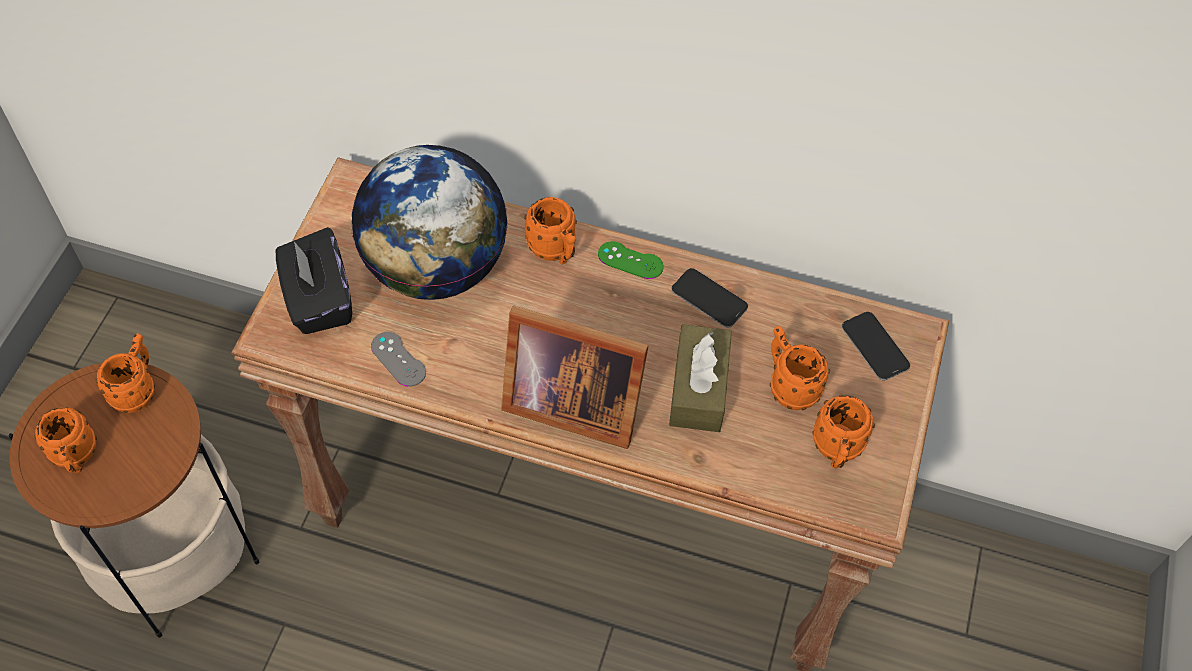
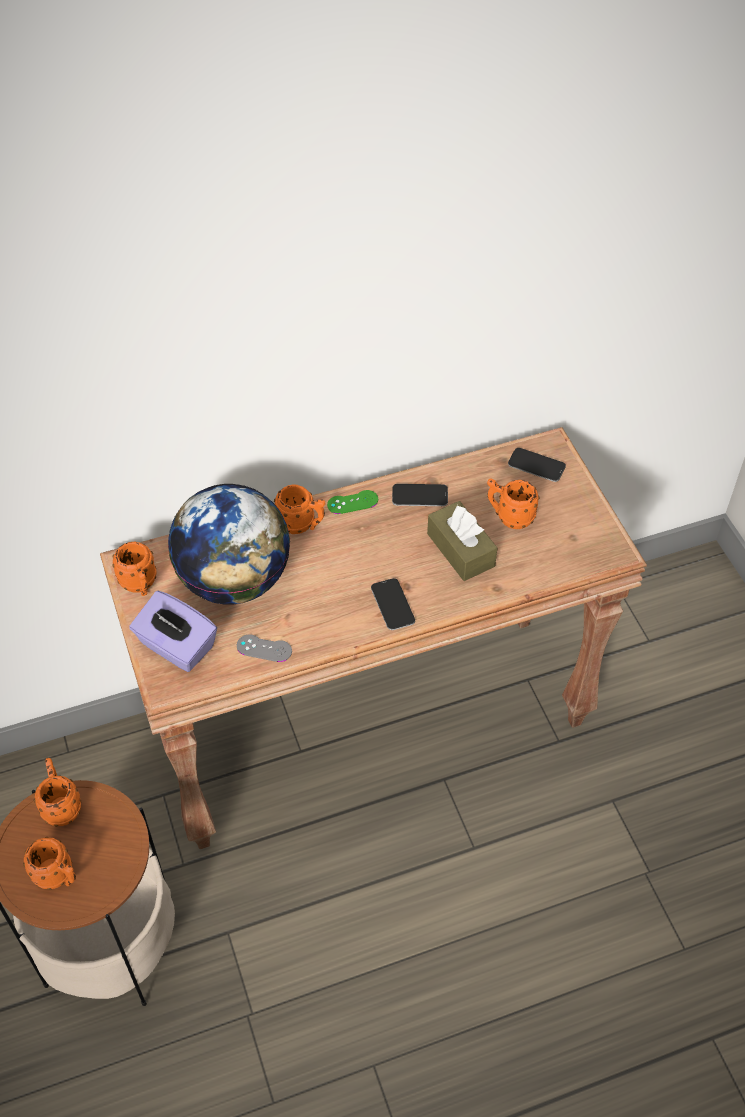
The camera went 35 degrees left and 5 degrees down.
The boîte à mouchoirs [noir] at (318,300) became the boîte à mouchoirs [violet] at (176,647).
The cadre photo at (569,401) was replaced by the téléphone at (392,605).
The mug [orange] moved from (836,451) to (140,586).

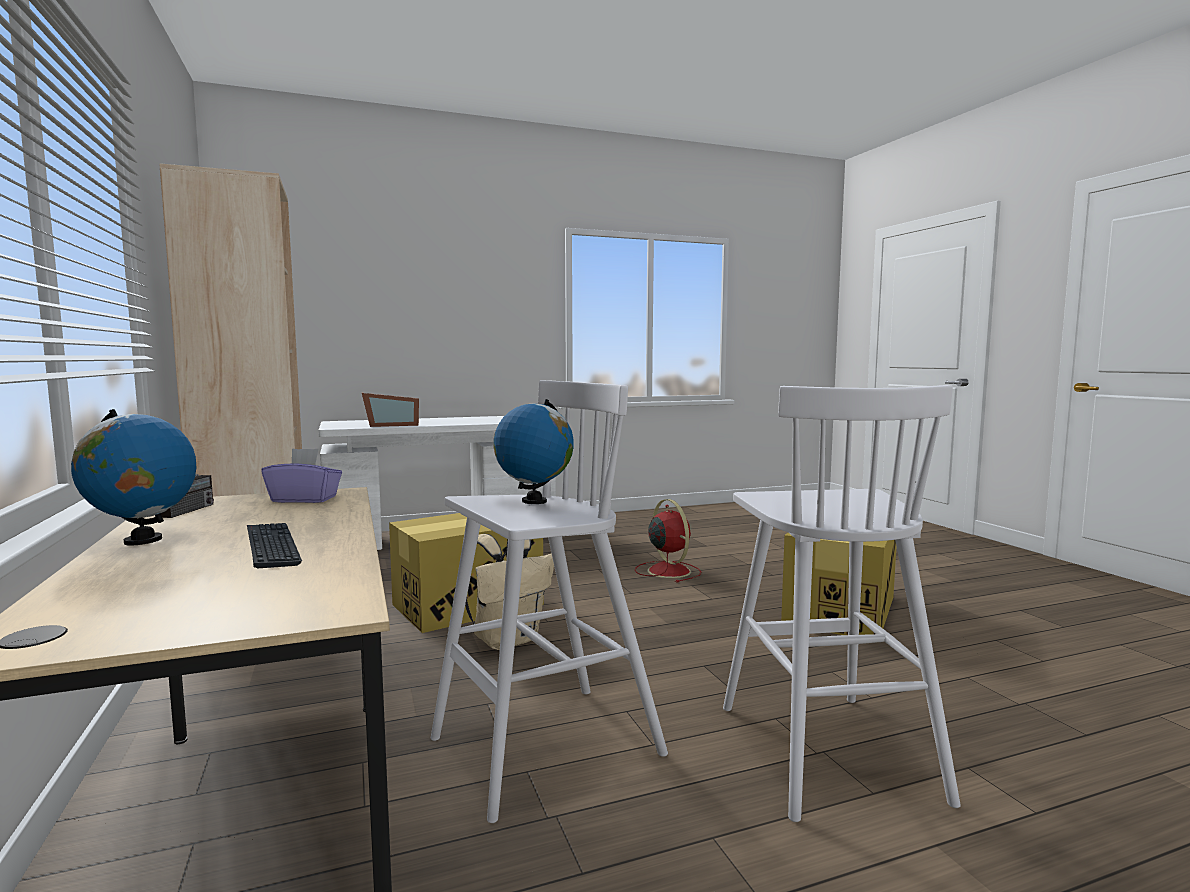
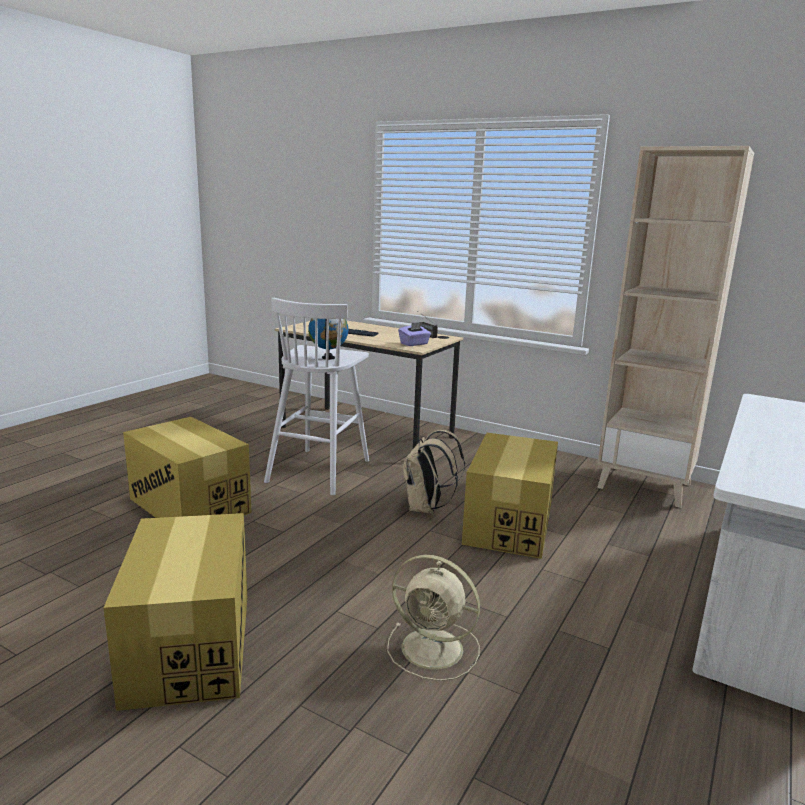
The camera went 140 degrees right and 10 degrees up.
The tabouret [blanc] at (824,749) was replaced by the carton at (189,505).
The cadre photo at (391,425) disappeared.
The globe at (142,541) disappeared.
The ventilateur [rouge] at (668,570) became the ventilateur [beige] at (435,649).

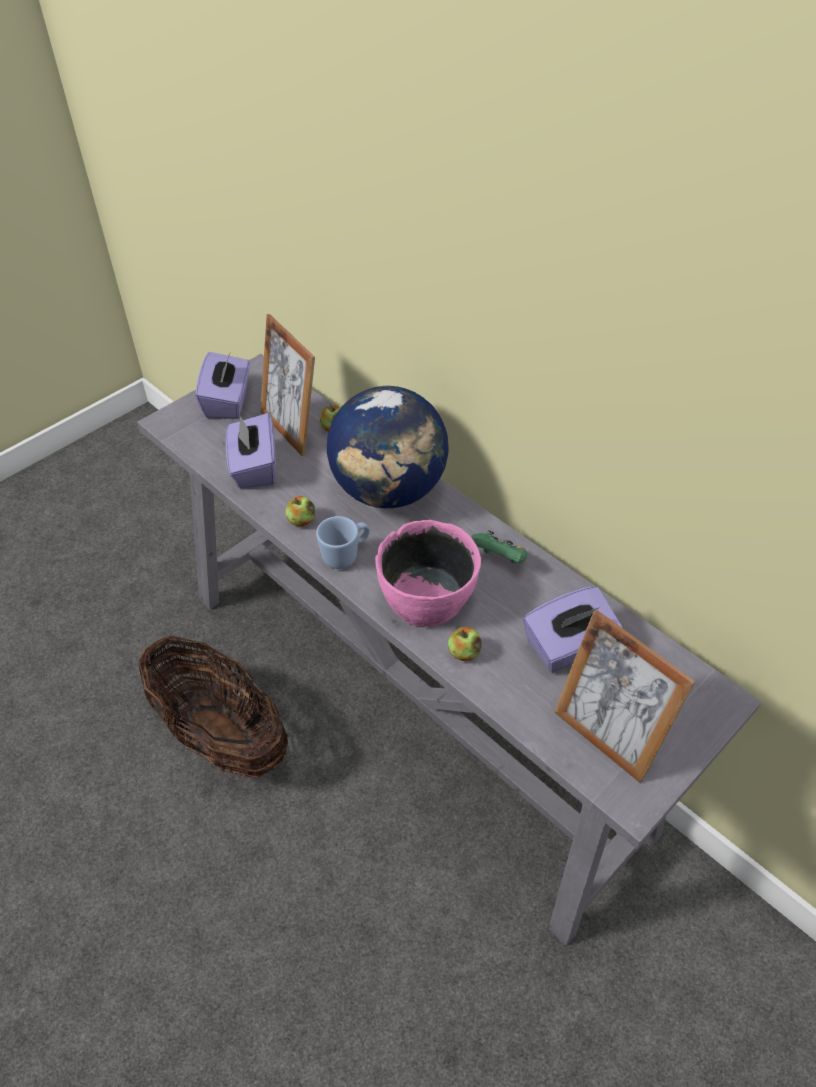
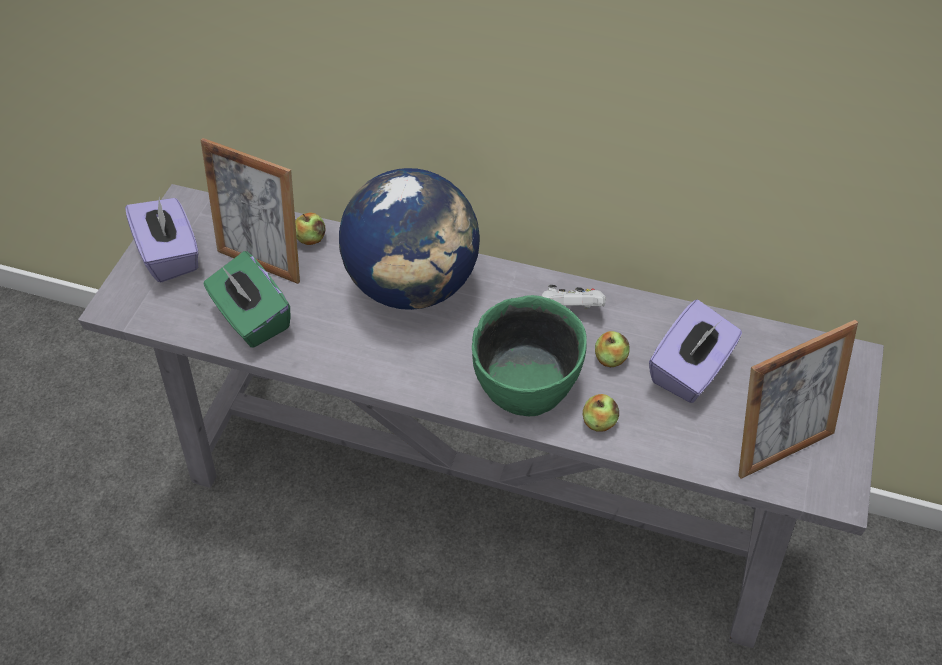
The camera went 25 degrees left and 5 degrees up.
The boîte à mouchoirs [violet] at (254,467) became the boîte à mouchoirs [vert] at (253,318).
The pomme moved from (301,520) to (610,358).
The mug [bleu] at (345,555) disappeared.
The bol [rose] at (428,598) became the bol [vert] at (528,381).
The manette [vert] at (499,558) became the manette [blanc] at (571,309).
The cadre photo at (605,736) turned 45 degrees counterclockwise.
The panier at (221,735) disappeared.

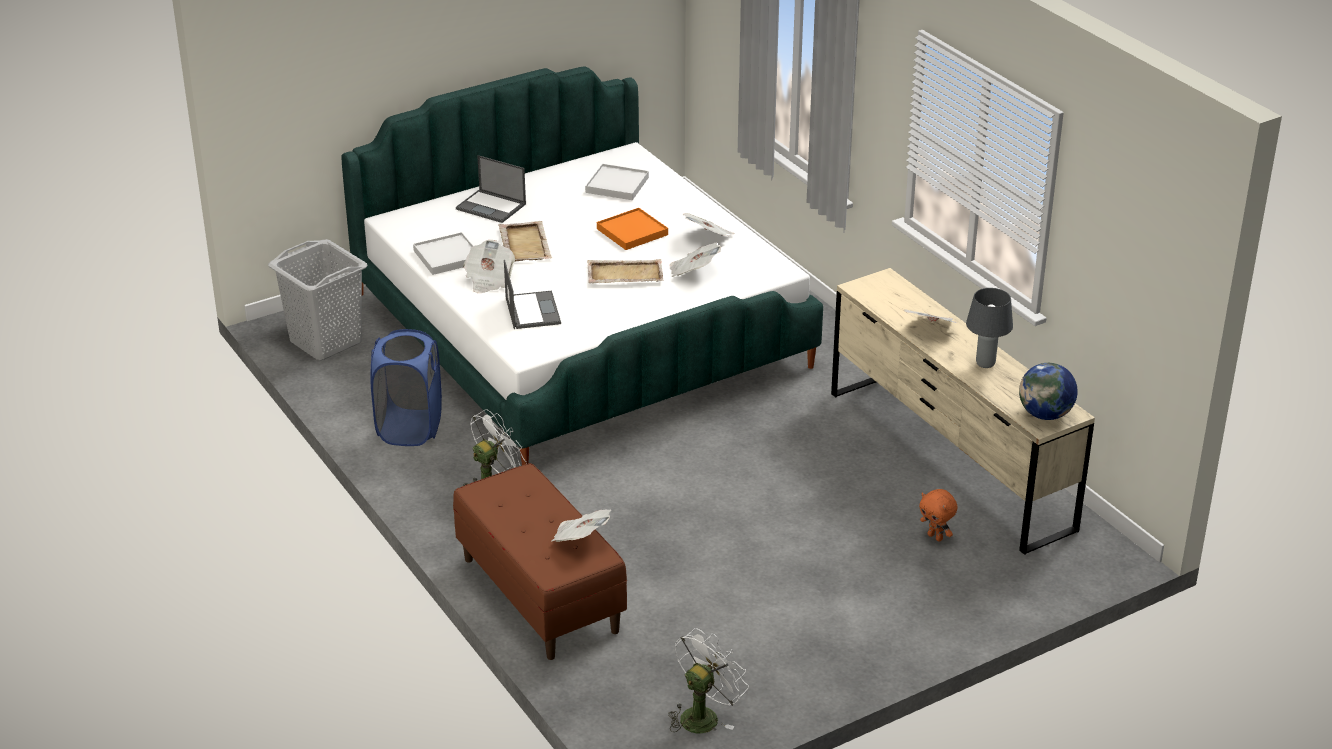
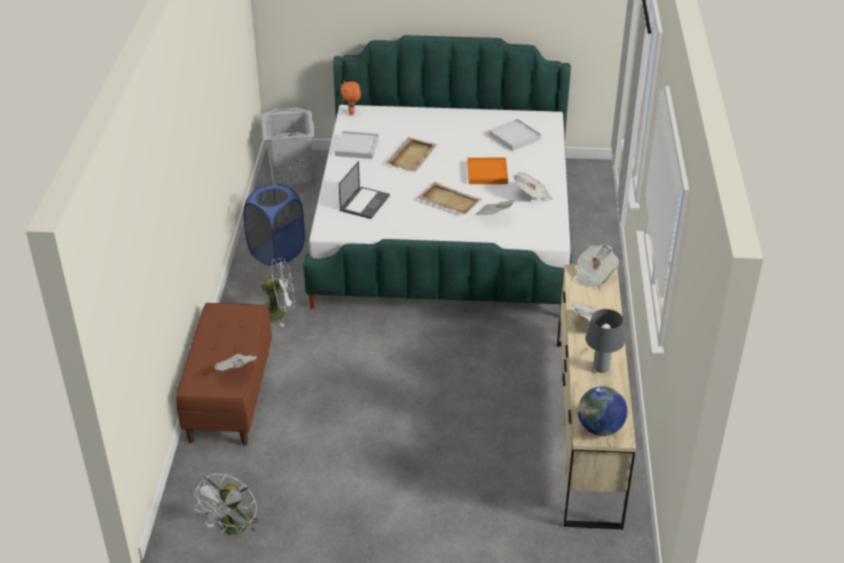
The camera went 35 degrees right and 5 degrees up.
The ordinateur portable at (492,207) disappeared.
The journal moved from (489,280) to (593,276).
The peluche [orange] moved from (935,537) to (351,113).
The ventilateur [blanc] at (703,715) turned 120 degrees clockwise.

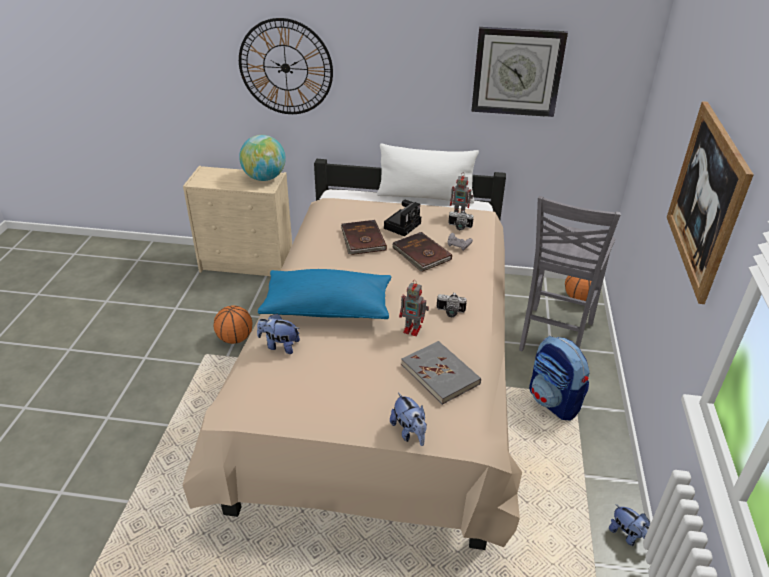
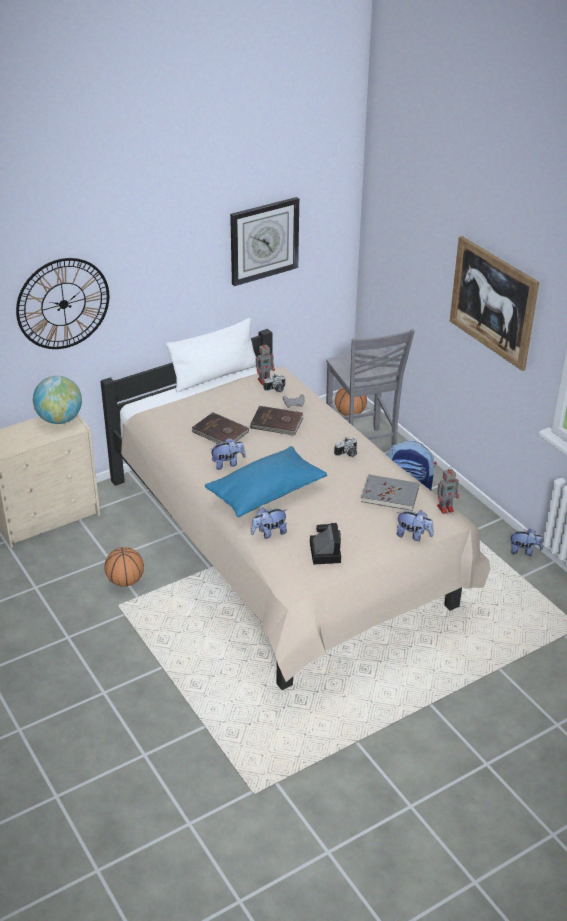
The camera went 40 degrees left and 0 degrees up.
The appareil photo moved from (403,225) to (324,551).
The robot jouet moved from (413,329) to (446,508).
The peluche at (227,463) appeared.

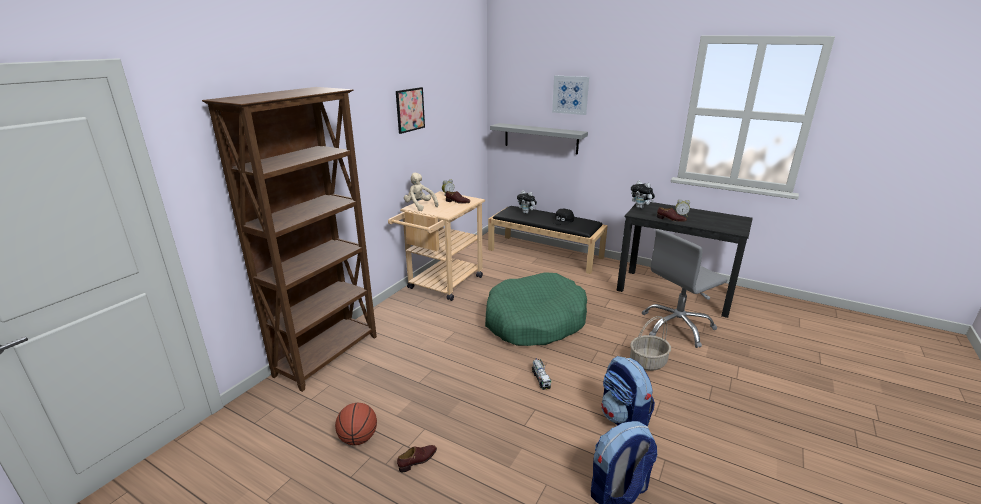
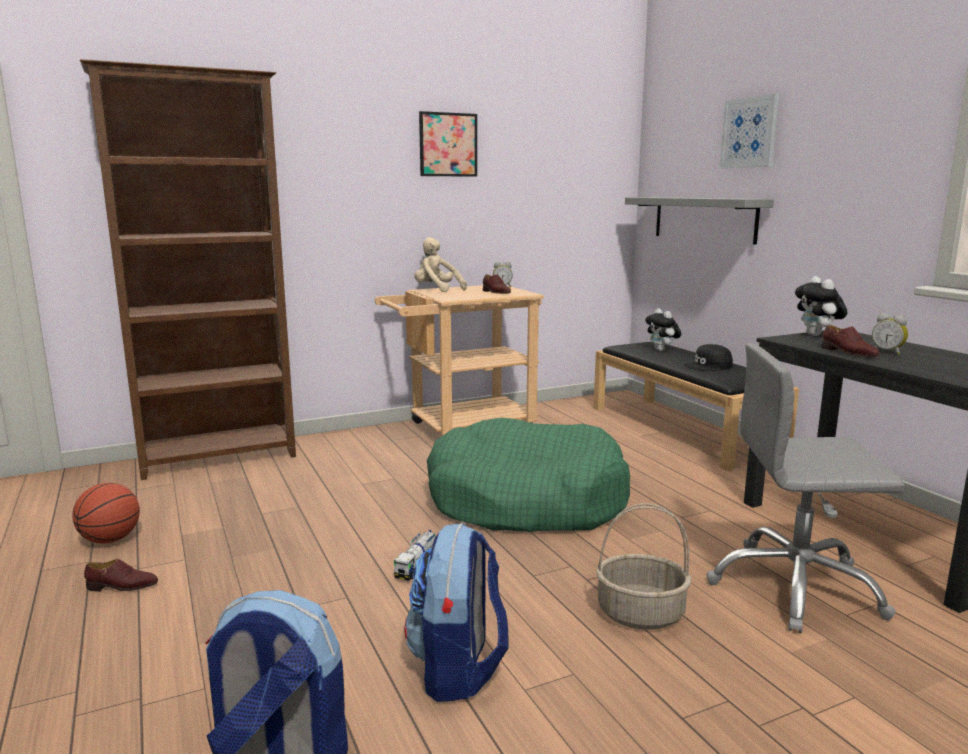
The camera went 35 degrees right and 10 degrees down.
The peluche [beige] at (420,206) turned 45 degrees counterclockwise.

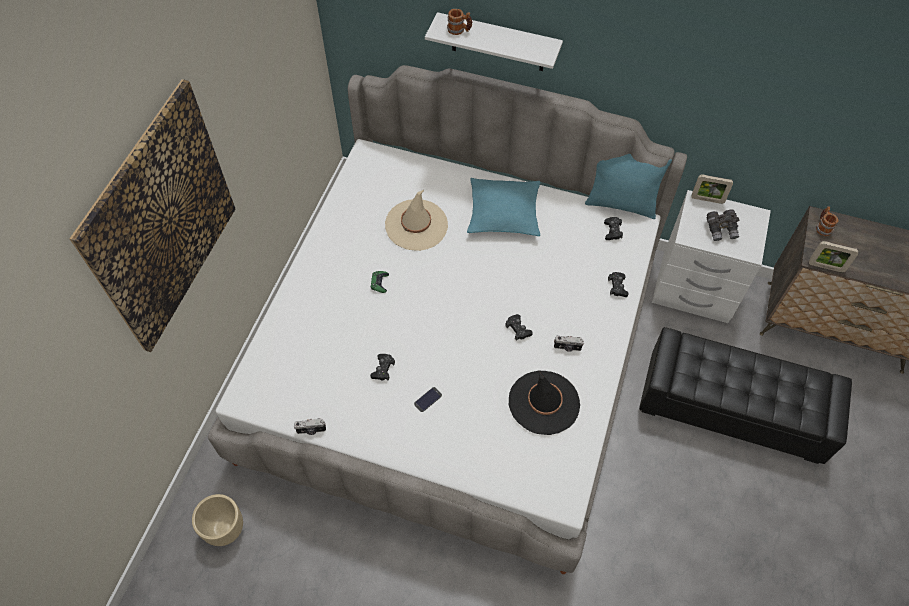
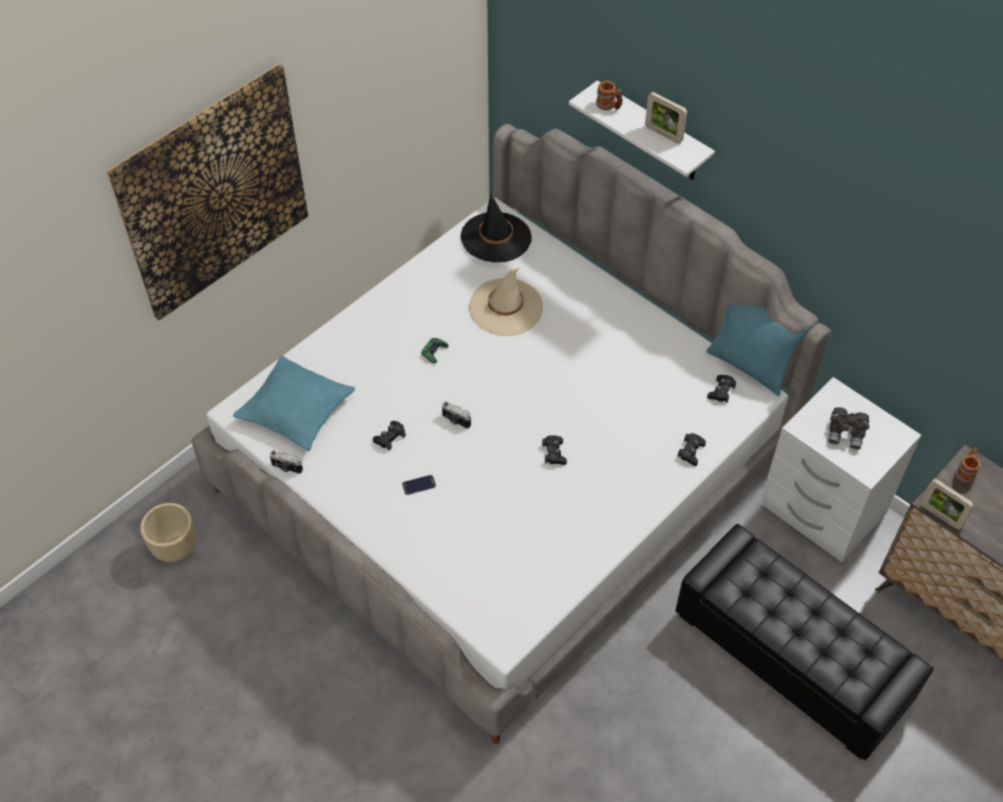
The camera went 25 degrees right and 5 degrees down.
The cadre photo moved from (707,199) to (663,134).
The coussin [turquoise] moved from (503,213) to (296,410).
The appareil photo moved from (567,348) to (456,421).
The chapeau [noir] moved from (544,402) to (496,237).

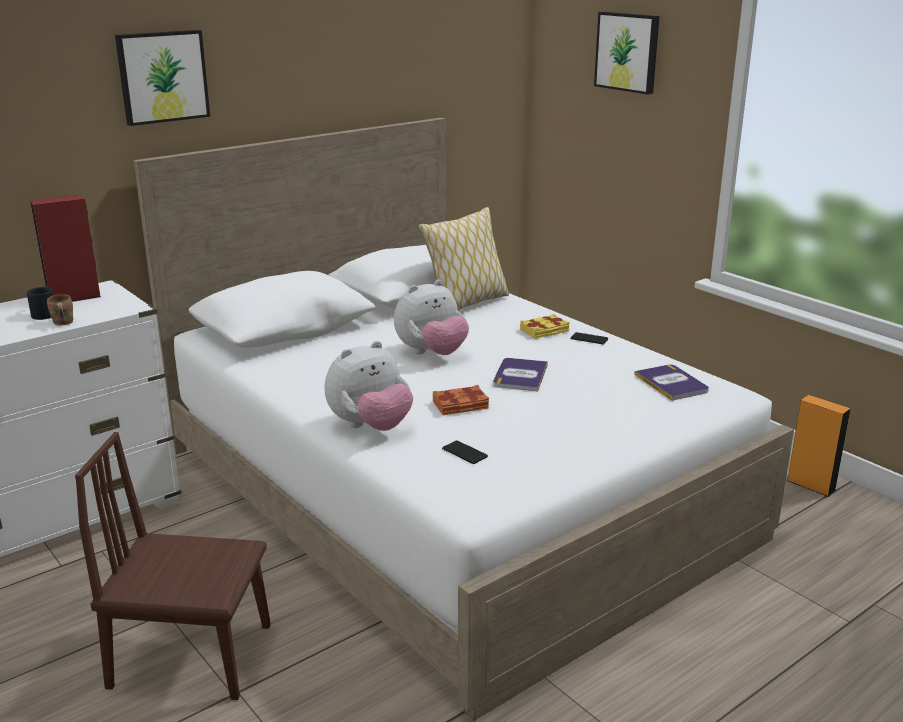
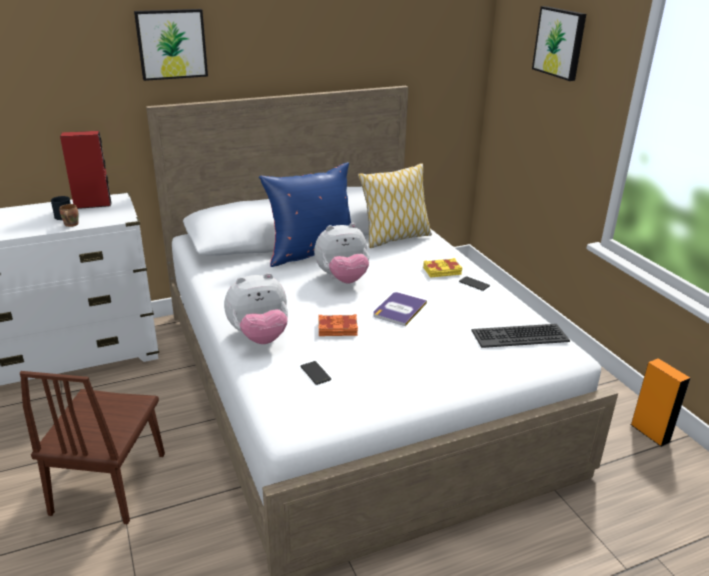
The camera went 15 degrees right and 5 degrees up.
The livre at (671,383) was replaced by the clavier at (519,336).
The chaise [marron] at (191,655) turned 105 degrees counterclockwise.
The coussin [bleu] at (312,252) appeared.

